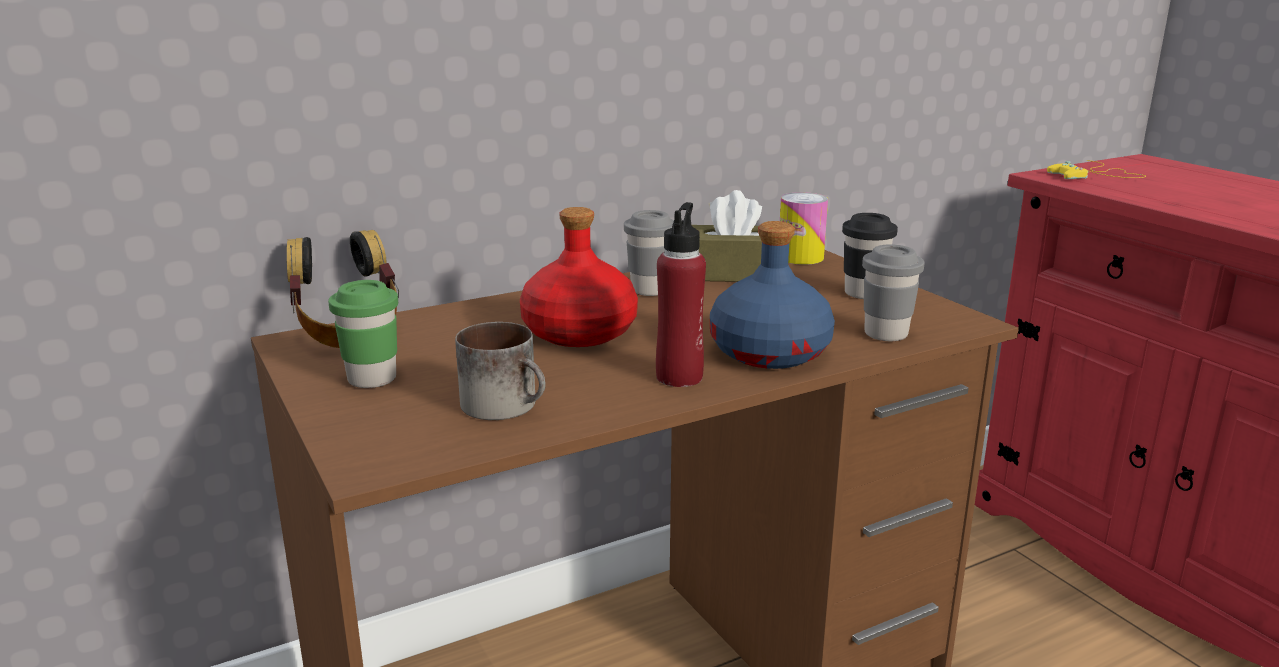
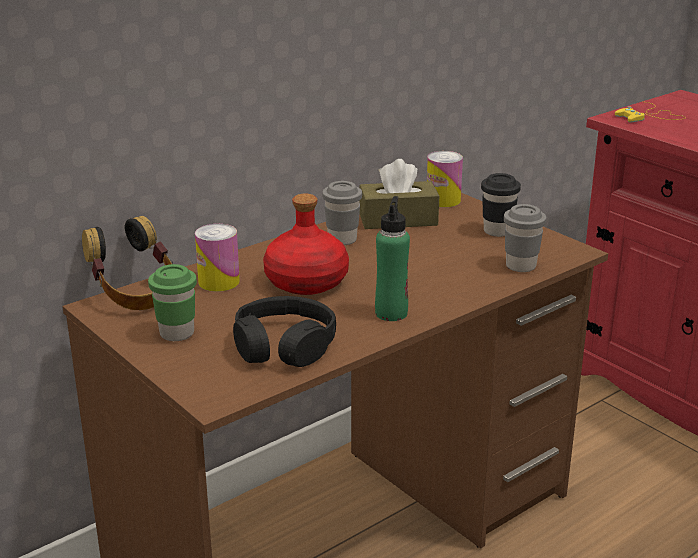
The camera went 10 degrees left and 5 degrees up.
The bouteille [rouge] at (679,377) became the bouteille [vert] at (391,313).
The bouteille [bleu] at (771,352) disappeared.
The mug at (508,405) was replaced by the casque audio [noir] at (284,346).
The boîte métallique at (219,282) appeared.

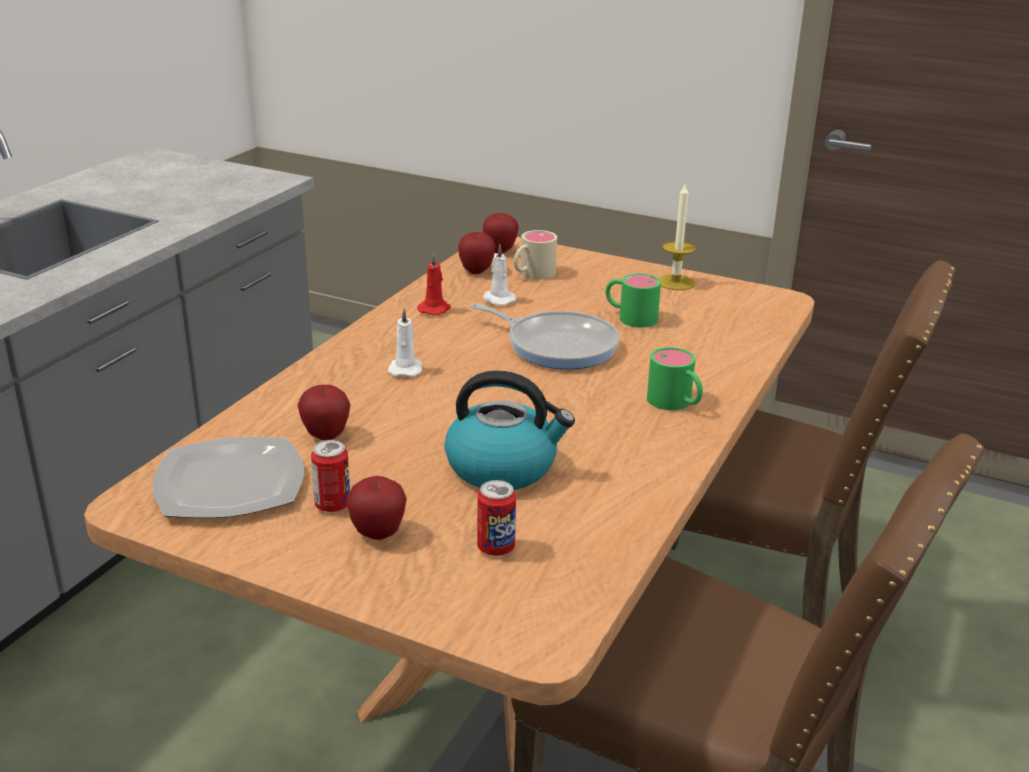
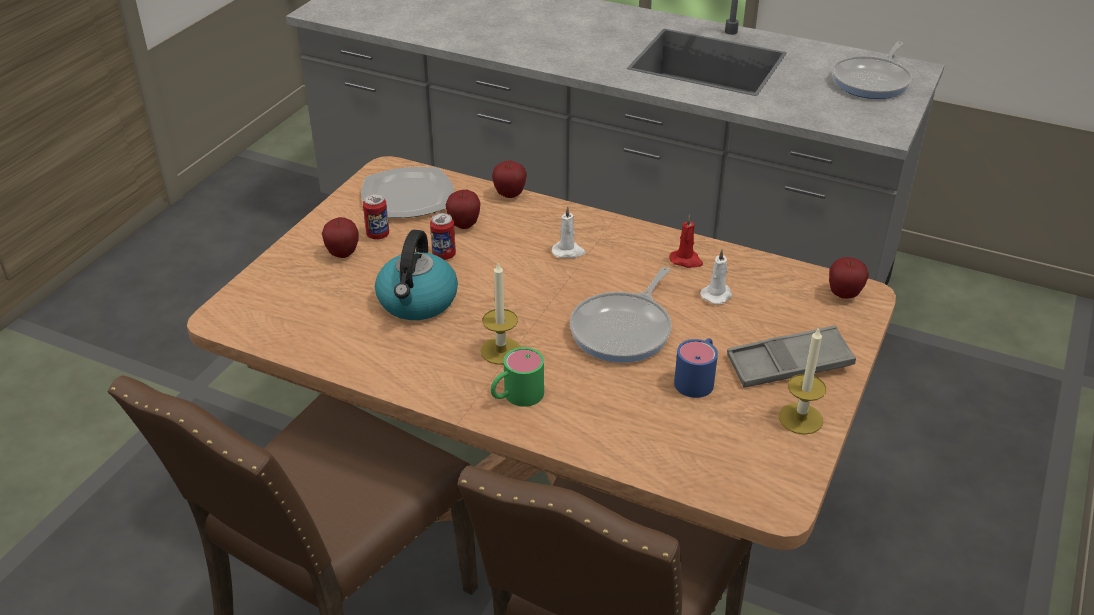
The camera went 90 degrees right and 10 degrees up.
The mug [beige] at (532,274) disappeared.
The pomme moved from (476,271) to (509,195).
The mug [vert] at (630,317) became the mug [bleu] at (697,378).
The boîte métallique moved from (496,548) to (444,255).
The poêle at (872,81) appeared.
The bougie at (501,351) appeared.
The plateau [gris] at (789,364) appeared.

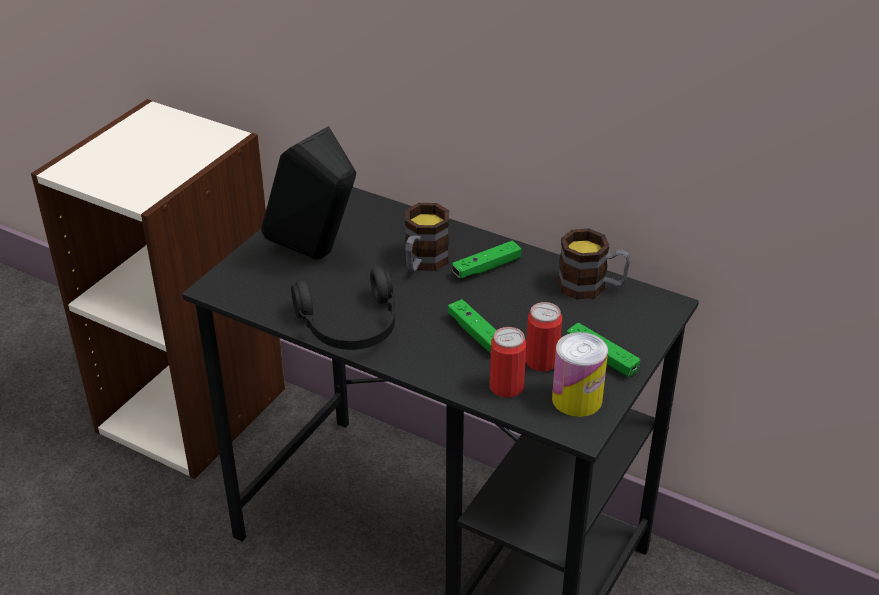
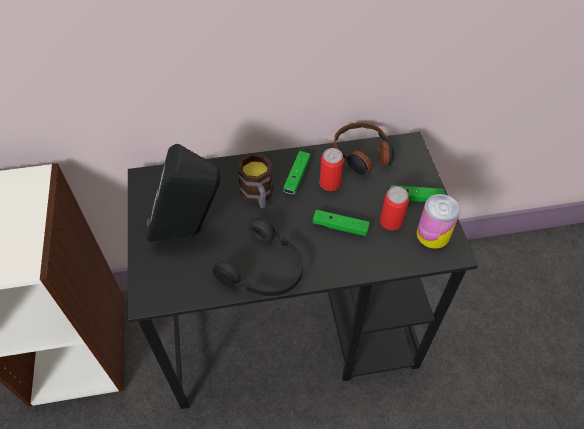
The camera went 40 degrees left and 15 degrees up.
The mug at (591,287) was replaced by the casque audio at (363,155).
The boîte métallique moved from (506,387) to (330,183).

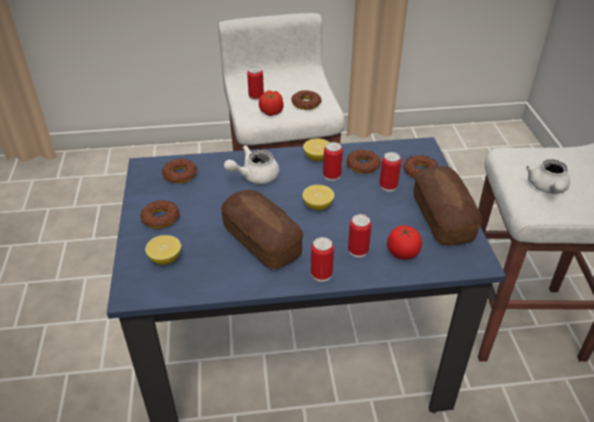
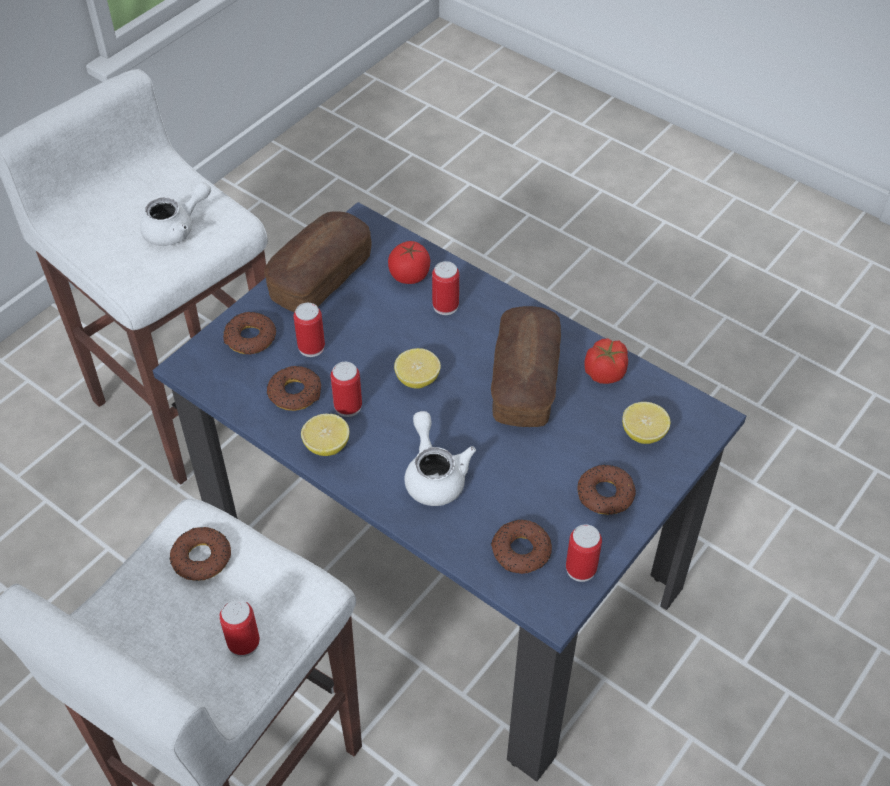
The camera went 135 degrees left and 10 degrees up.
The tomate moved from (271,112) to (605,372).
The théière [blanc] at (254,176) turned 120 degrees counterclockwise.
The boîte métallique moved from (321,274) to (581,569).

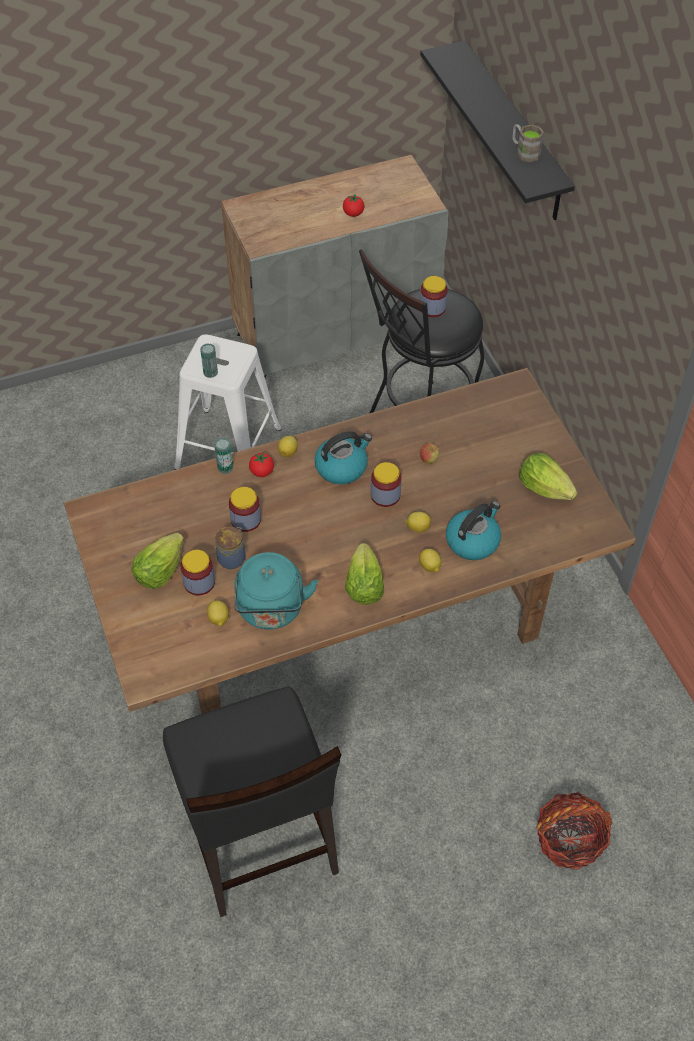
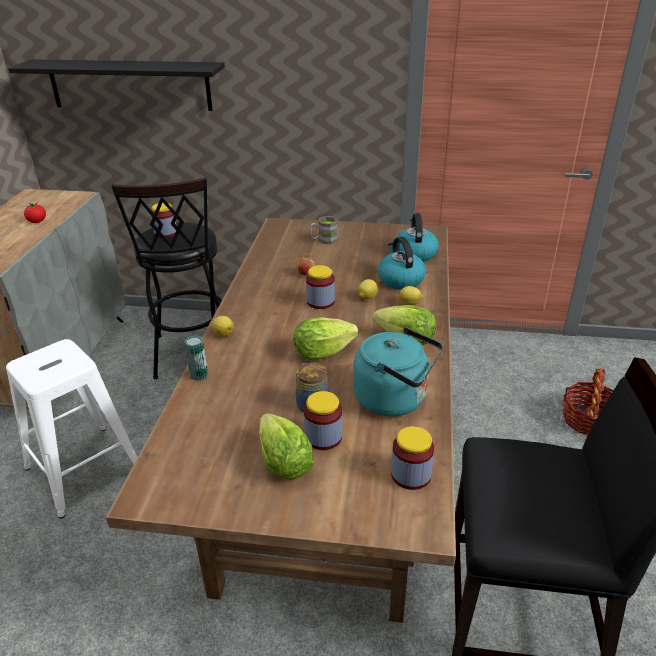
The camera went 60 degrees left and 20 degrees down.
The mug [marron] moved from (524,152) to (324,240).
The boîte métallique at (210,372) disappeared.
The bouilloire moved from (342,467) to (414,253).
The tomate at (262,472) disappeared.
The laitue moved from (544,488) to (322,352).
The bocal moved from (246,520) to (411,475).
The citron at (218,619) disappeared.

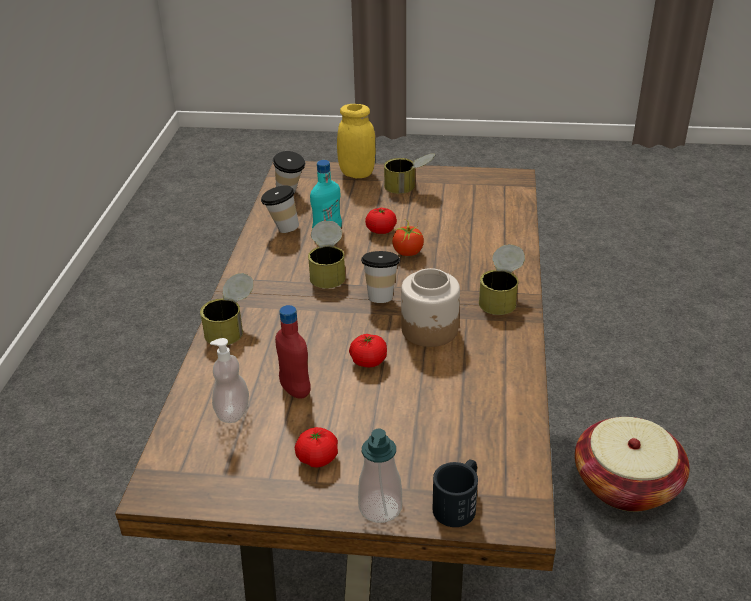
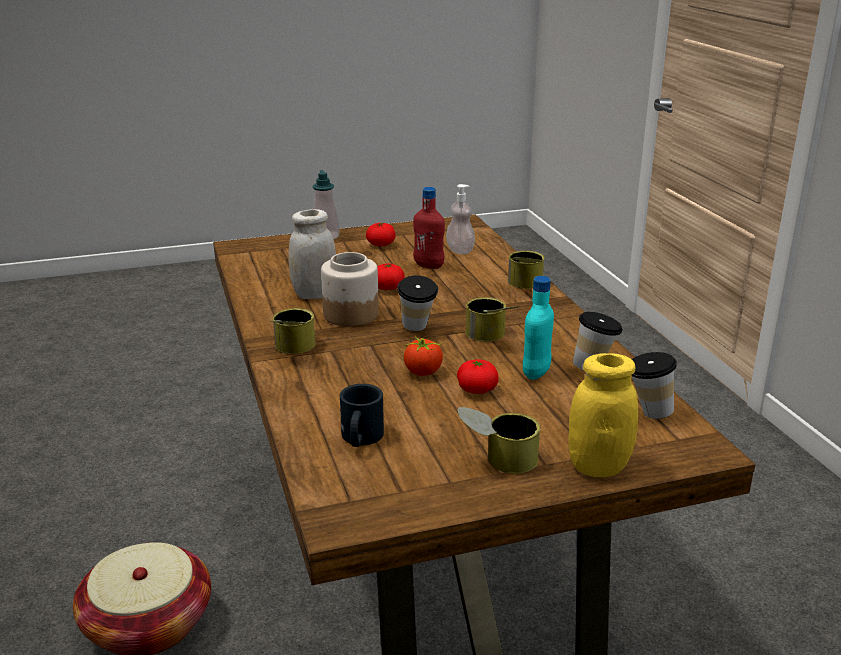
The camera went 155 degrees right and 10 degrees down.
The mug [noir] moved from (458,503) to (360,439).
The bocal [blanc] at (314,294) appeared.

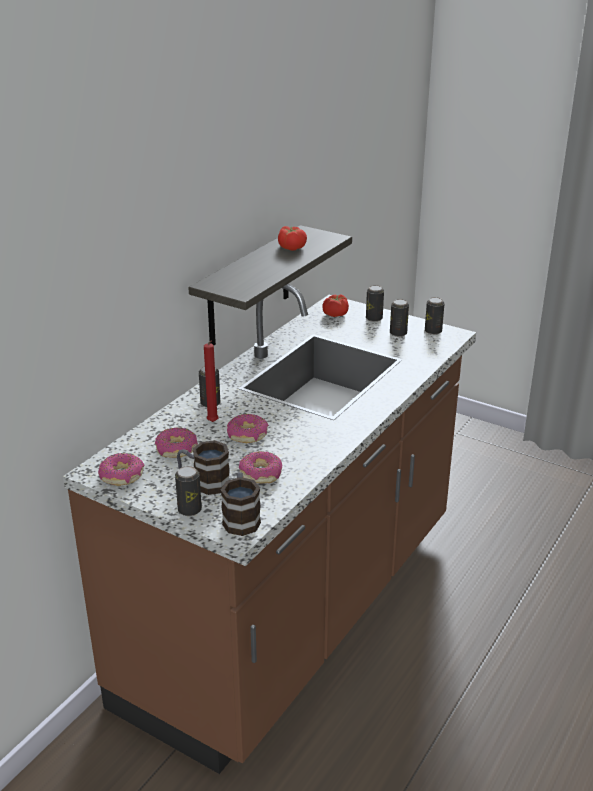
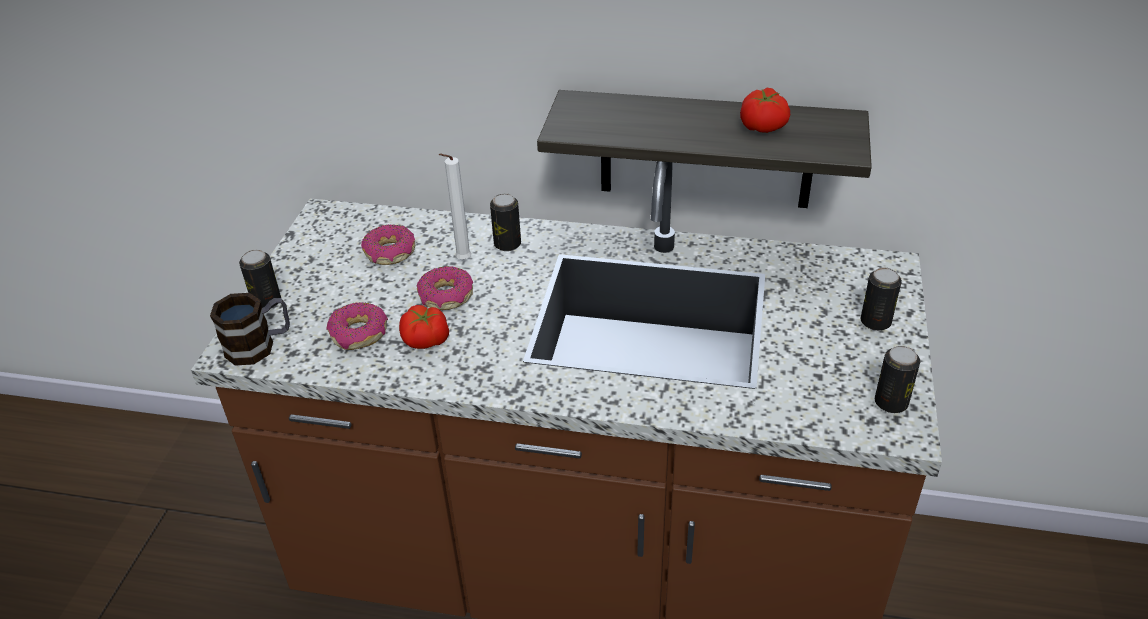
The camera went 70 degrees right and 10 degrees up.
The tomate moved from (336,314) to (425,340).
The boîte métallique at (398,333) disappeared.
The bougie [rouge] at (213,423) became the bougie [blanc] at (461,261).
The mug at (204,483) disappeared.
The beignet at (122,476) disappeared.

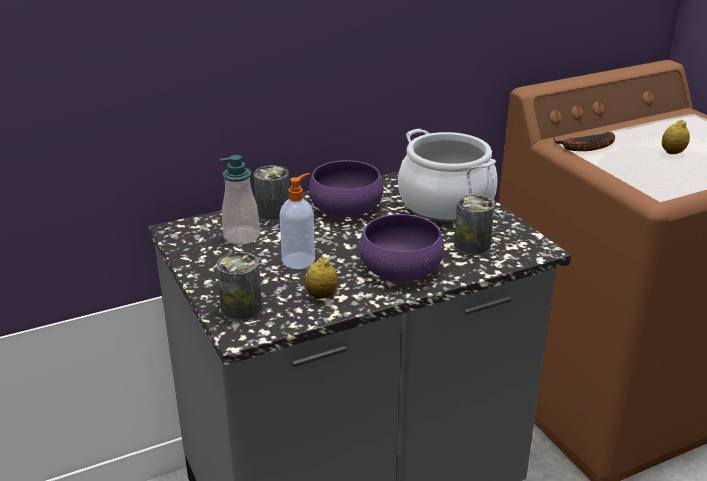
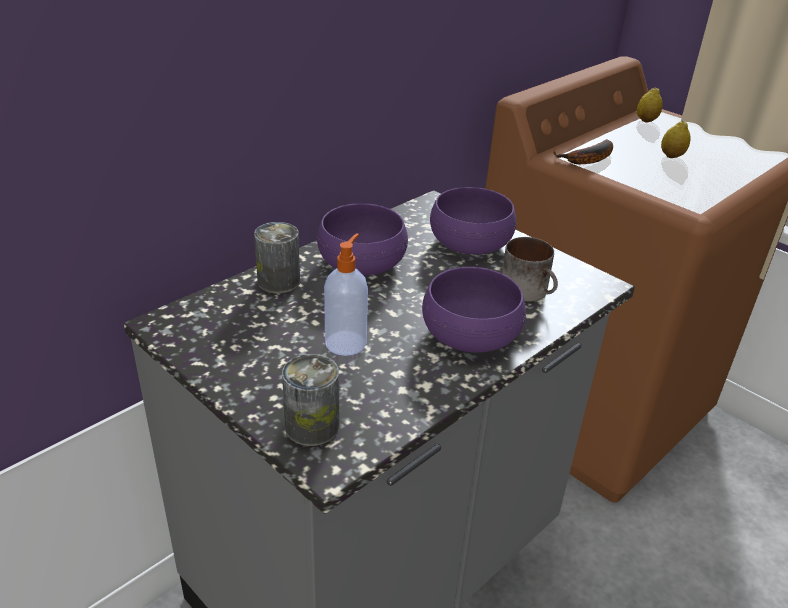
The camera went 20 degrees left and 5 degrees up.
The marmite at (445,204) was replaced by the bol [violet] at (470,242).
The distributeur de savon at (241,236) disappeared.
The boîte métallique at (472,246) was replaced by the mug at (529,291).
The citron moved from (321,295) to (646,120).

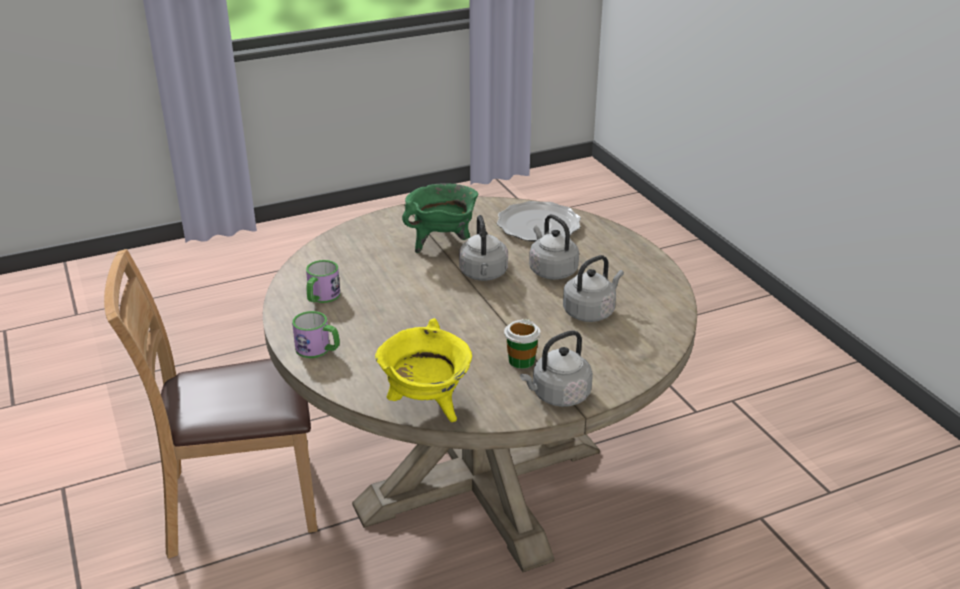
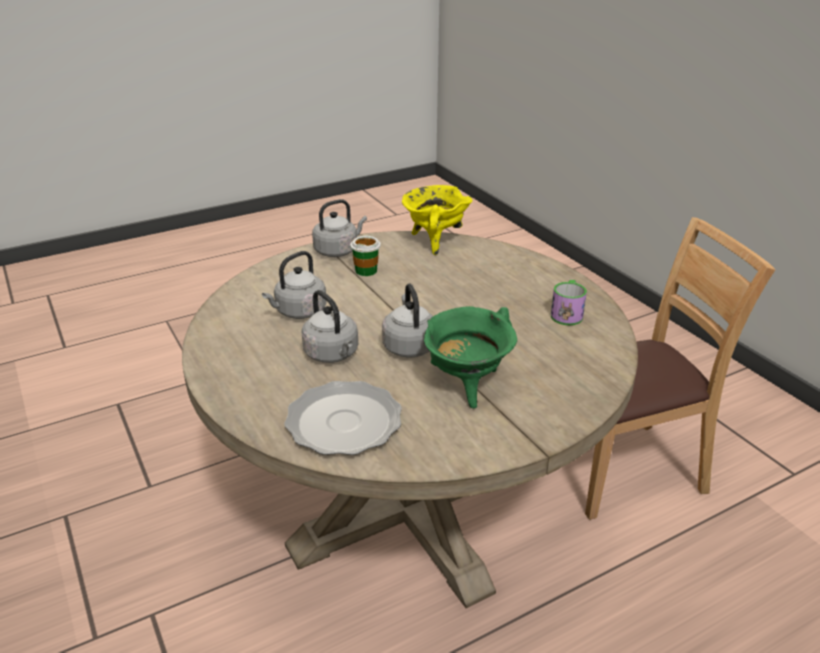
The camera went 175 degrees right and 0 degrees up.
The mug at (318,349) disappeared.

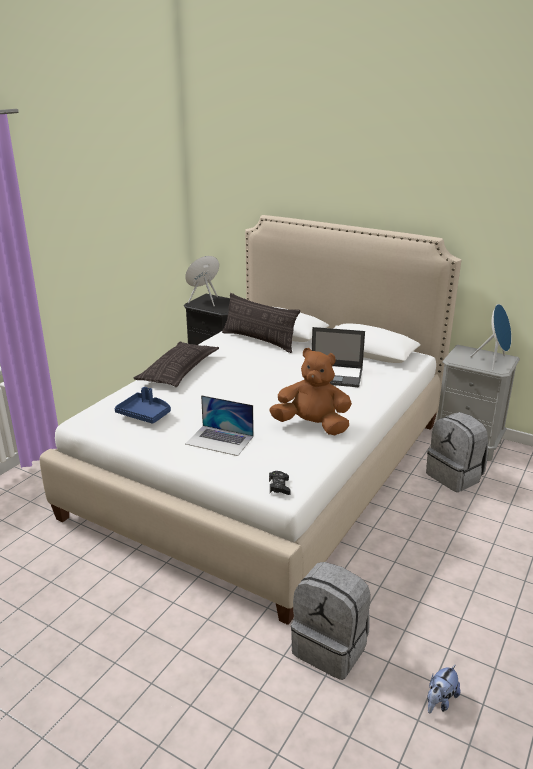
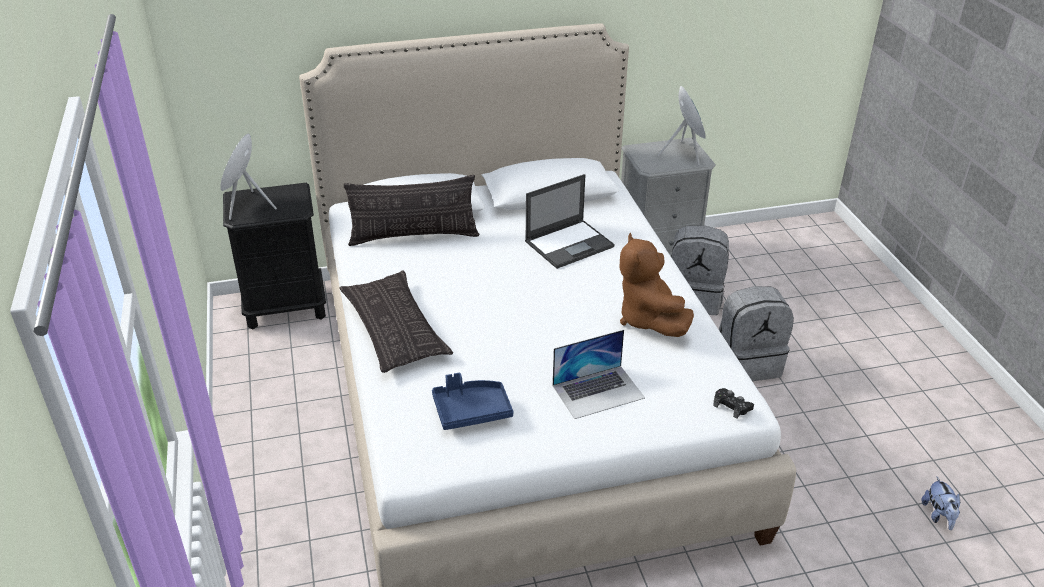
The camera went 45 degrees left and 10 degrees up.
The peluche [marron] at (312,426) turned 75 degrees counterclockwise.
The sac à dos [gris] moved from (331,647) to (747,363).

